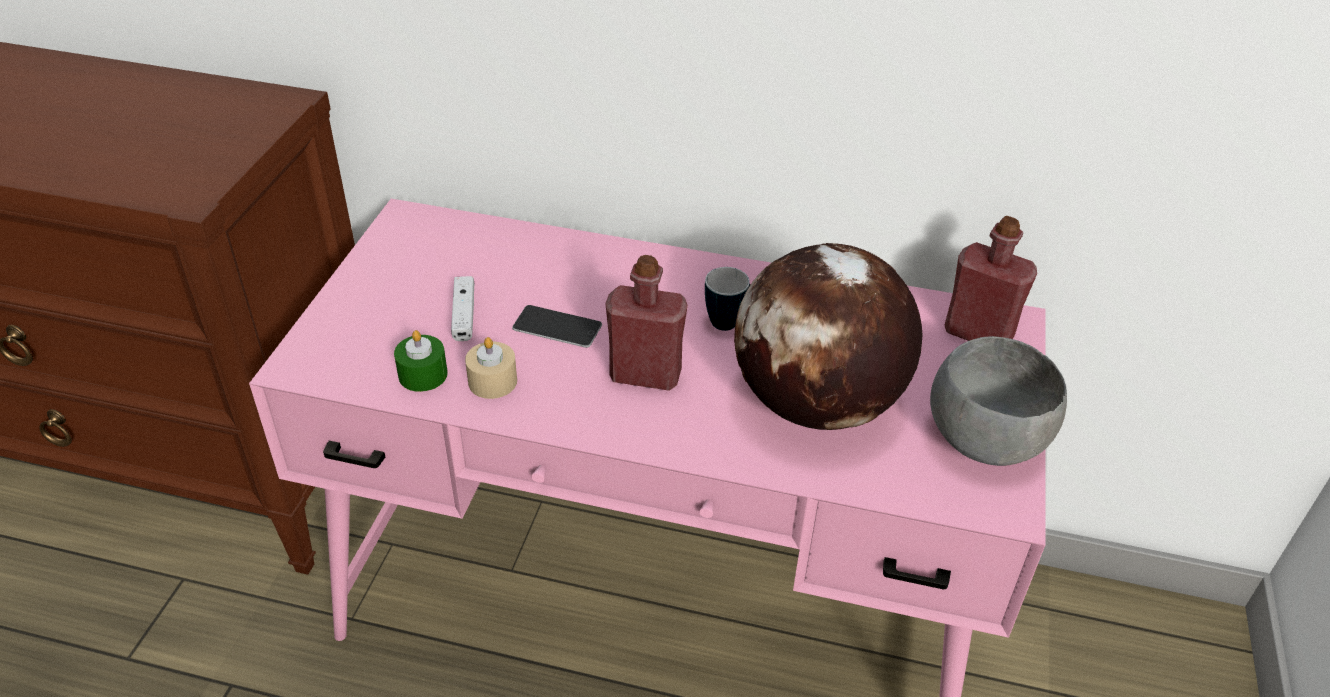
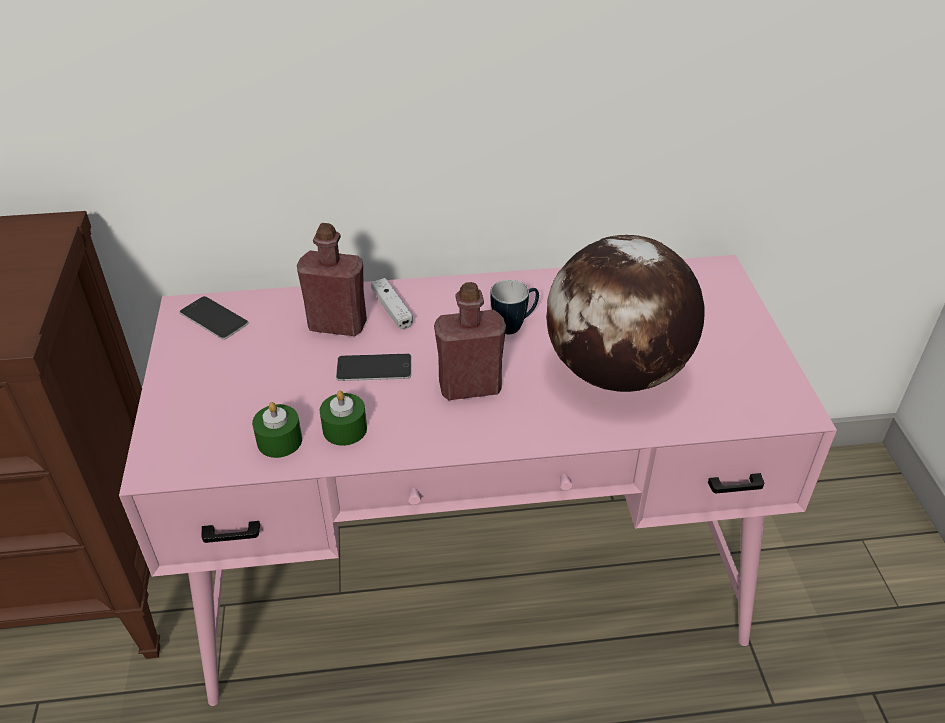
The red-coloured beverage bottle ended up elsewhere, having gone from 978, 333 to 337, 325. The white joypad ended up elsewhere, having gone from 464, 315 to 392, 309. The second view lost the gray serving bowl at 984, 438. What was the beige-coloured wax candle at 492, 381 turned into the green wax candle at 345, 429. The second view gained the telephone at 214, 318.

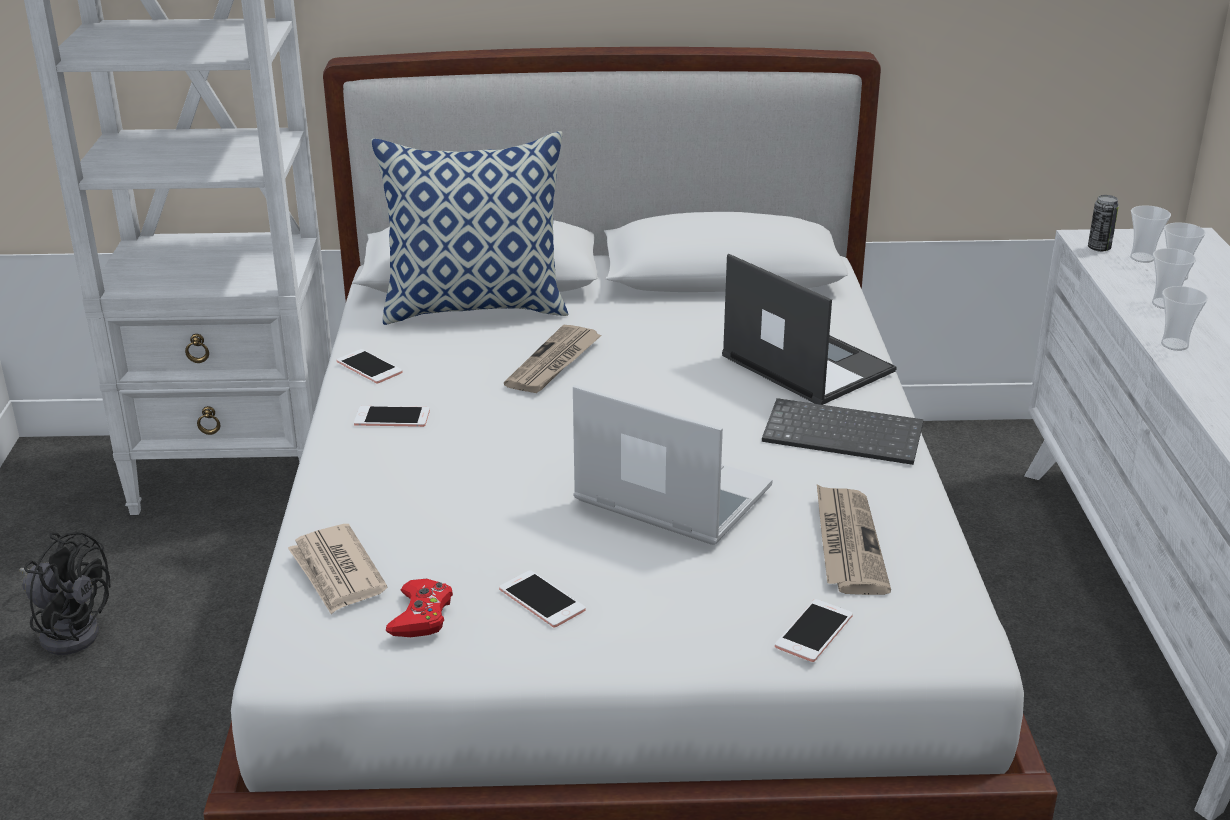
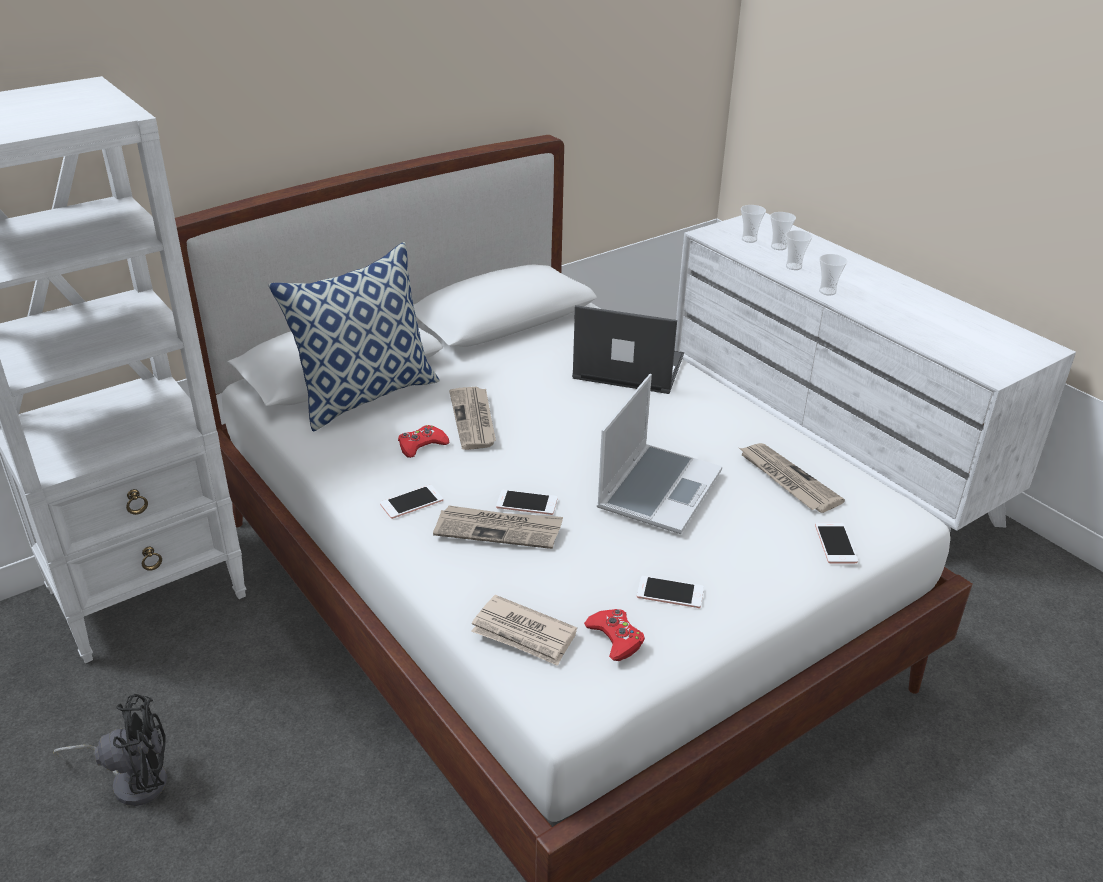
The second view lost the metal can at 1099, 248. The telephone ended up elsewhere, having gone from 369, 367 to 527, 503. The portable computer at 669, 496 ended up facing another way, 120 degrees clockwise from before. The second view lost the computer keyboard at 845, 434. The second view gained the red-coloured joypad at 422, 445. The second view gained the newspaper at 499, 529.

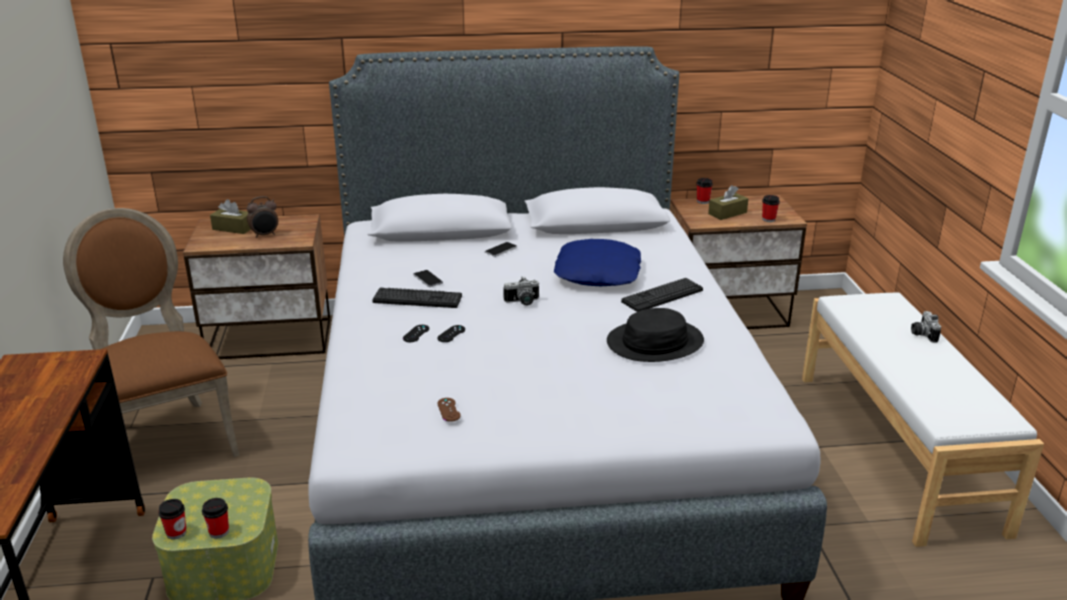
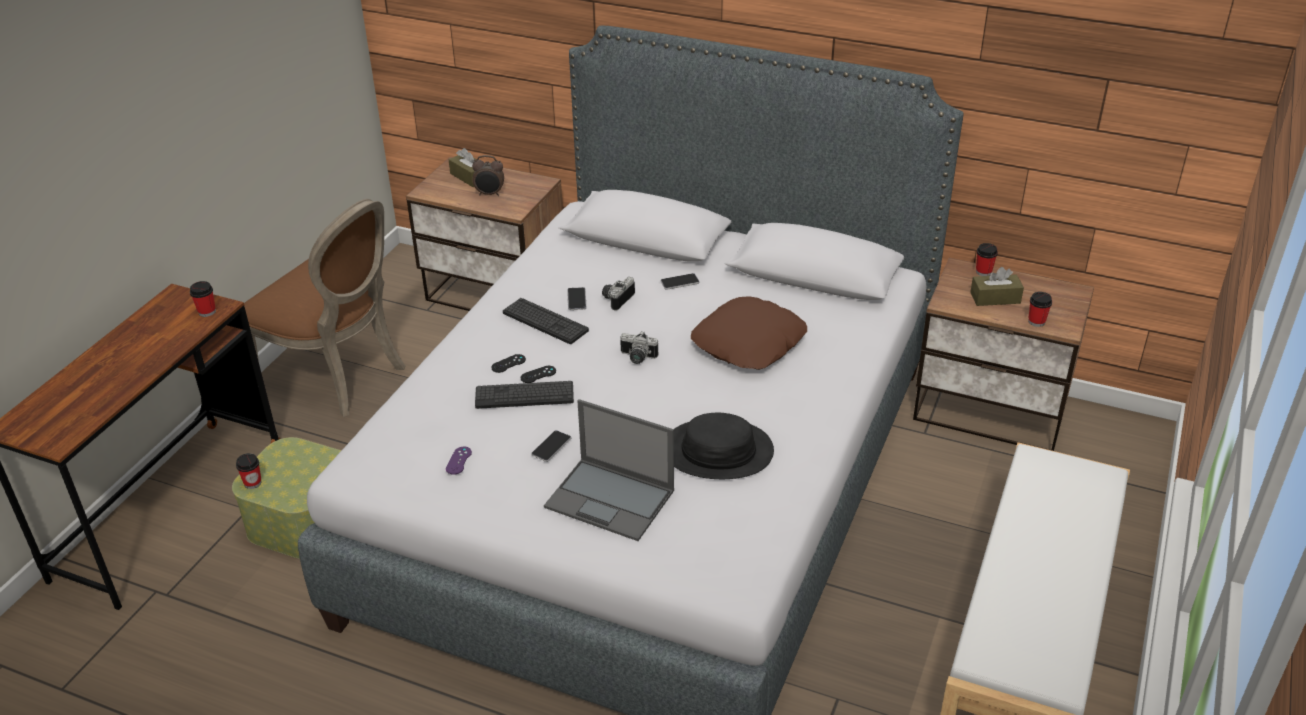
The brown chair at 163, 439 ended up facing another way, 120 degrees clockwise from before. What was the bluish cushion at 598, 273 turned into the brown cushion at 749, 343. The computer keyboard ended up elsewhere, having gone from 662, 296 to 524, 396. The still camera ended up elsewhere, having gone from 922, 334 to 616, 299. What was the brown joypad at 448, 410 turned into the purple joypad at 458, 460. The cup ended up elsewhere, having gone from 219, 532 to 207, 312. The second view gained the portable computer at 611, 499. The second view gained the telephone at 551, 447.

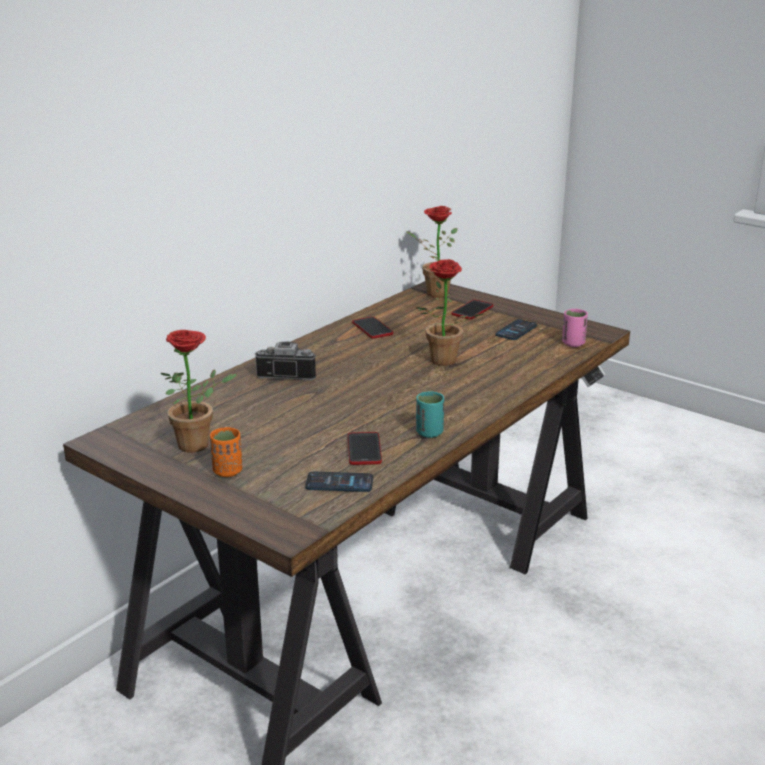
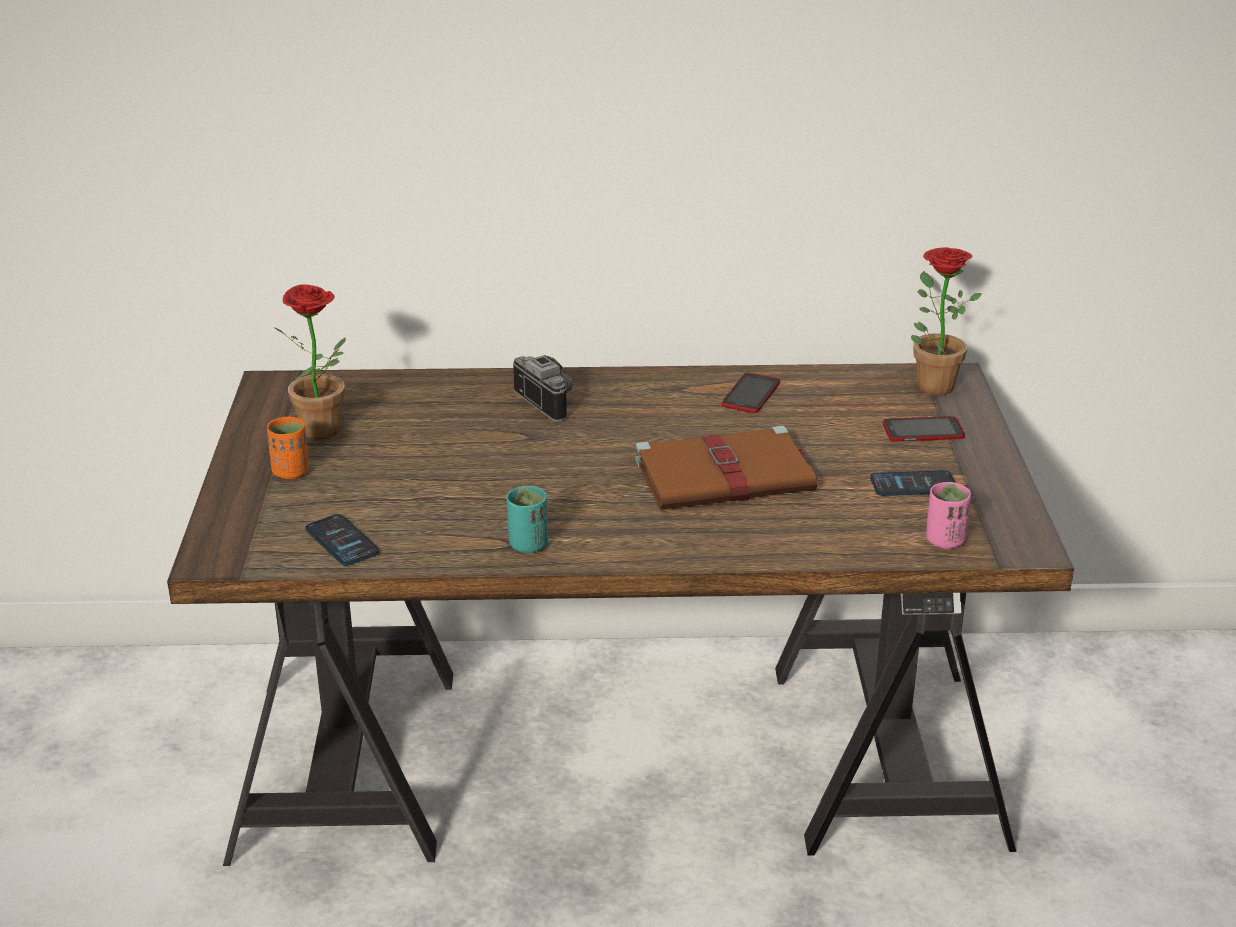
Where the plant in a pot stood at 441, 362, the brown bound book came to stand at 727, 475. The second view lost the telephone at 364, 449.

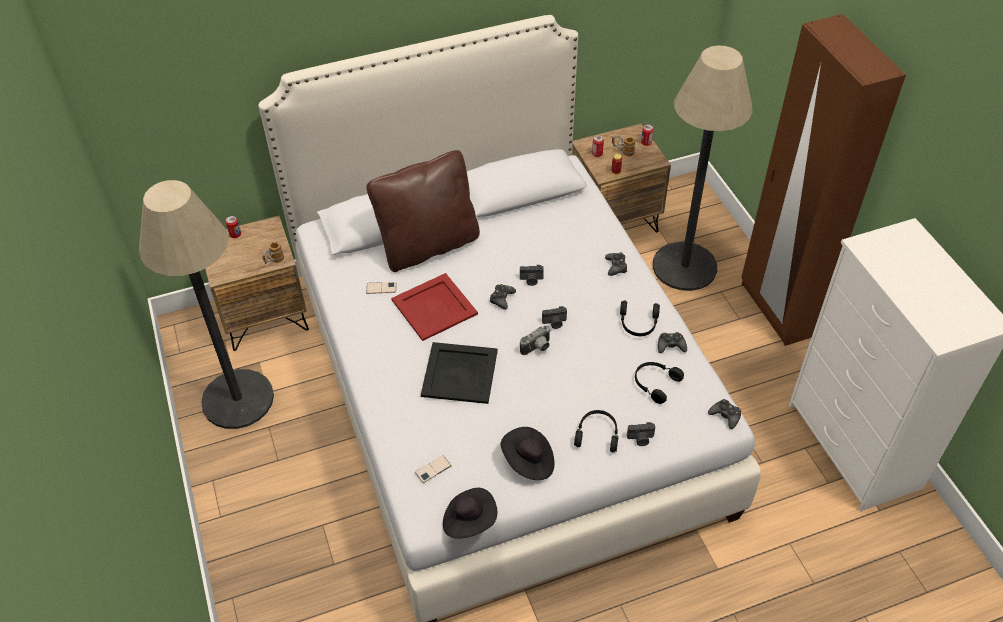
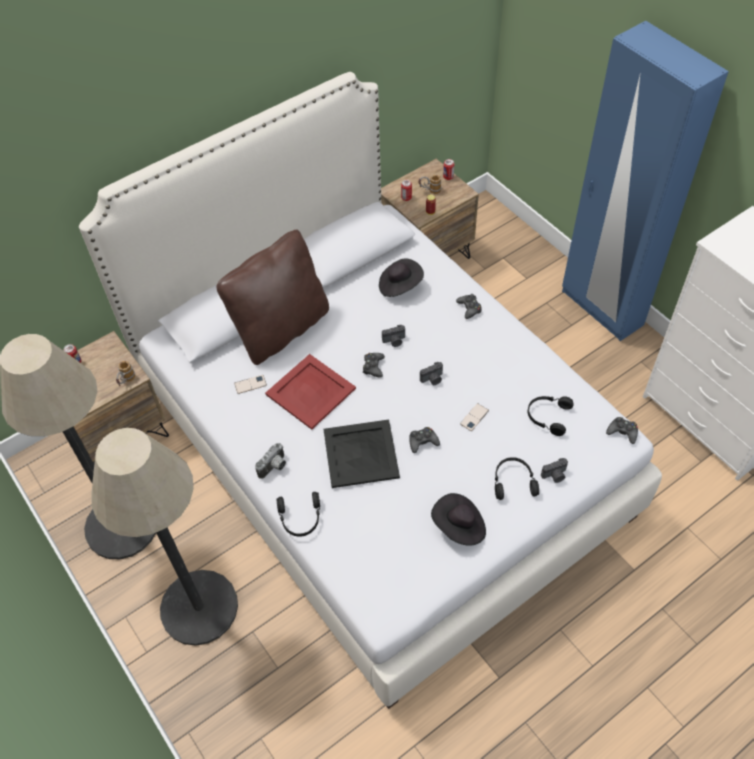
What was the brown armoire at 776, 310 turned into the bluish armoire at 601, 308. The floor lamp ended up elsewhere, having gone from 684, 267 to 199, 607. The blackish headset ended up elsewhere, having gone from 638, 324 to 300, 518. The still camera ended up elsewhere, having gone from 537, 348 to 274, 467. The blackish joypad ended up elsewhere, having gone from 671, 346 to 423, 442. The telephone ended up elsewhere, having gone from 433, 469 to 474, 417. The blackish hat ended up elsewhere, having gone from 469, 520 to 399, 286.

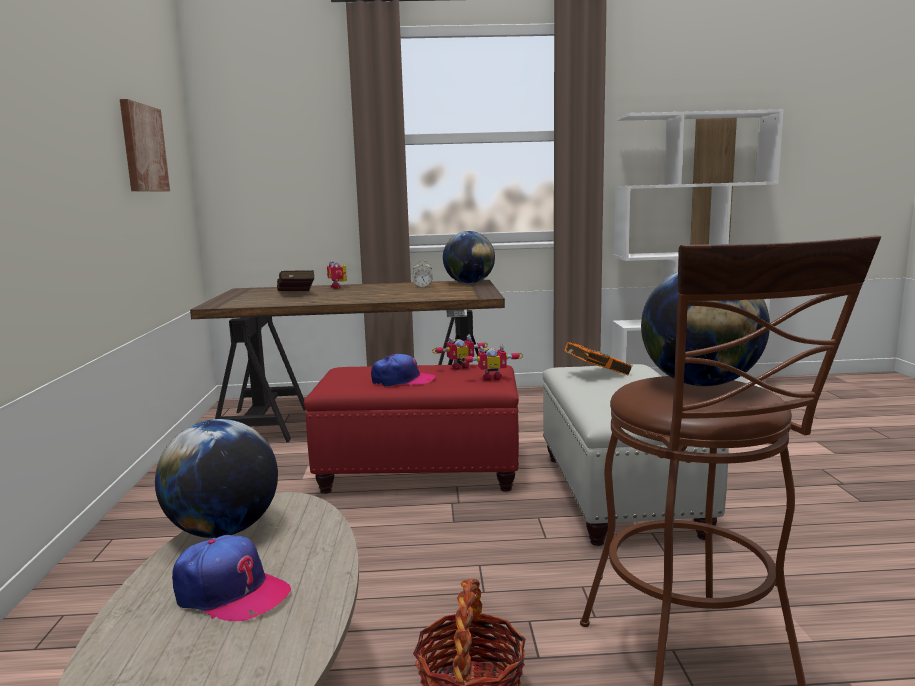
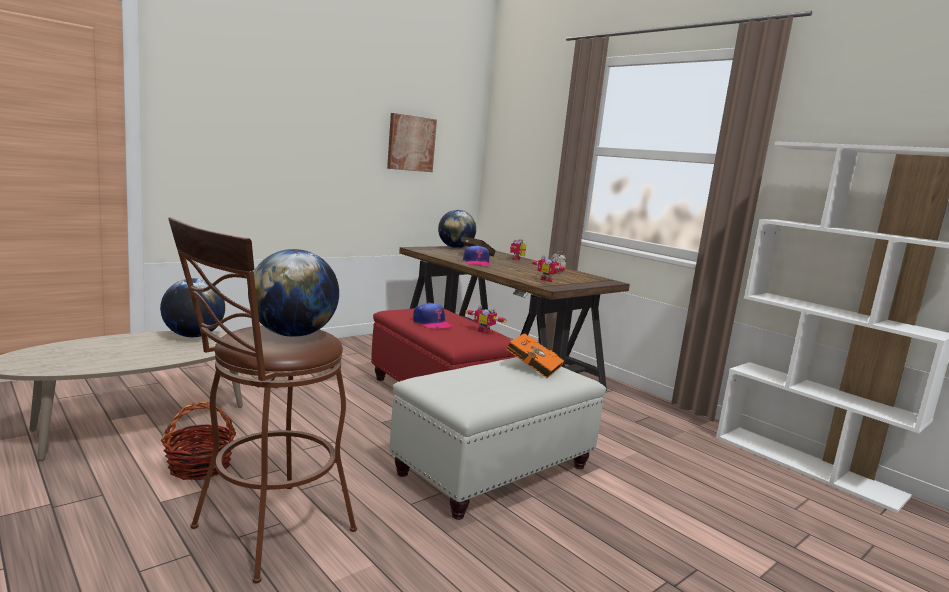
The world globe ended up elsewhere, having gone from 469, 283 to 455, 248. The model robot ended up elsewhere, having gone from 491, 378 to 547, 280. The cap ended up elsewhere, having gone from 230, 592 to 476, 263.

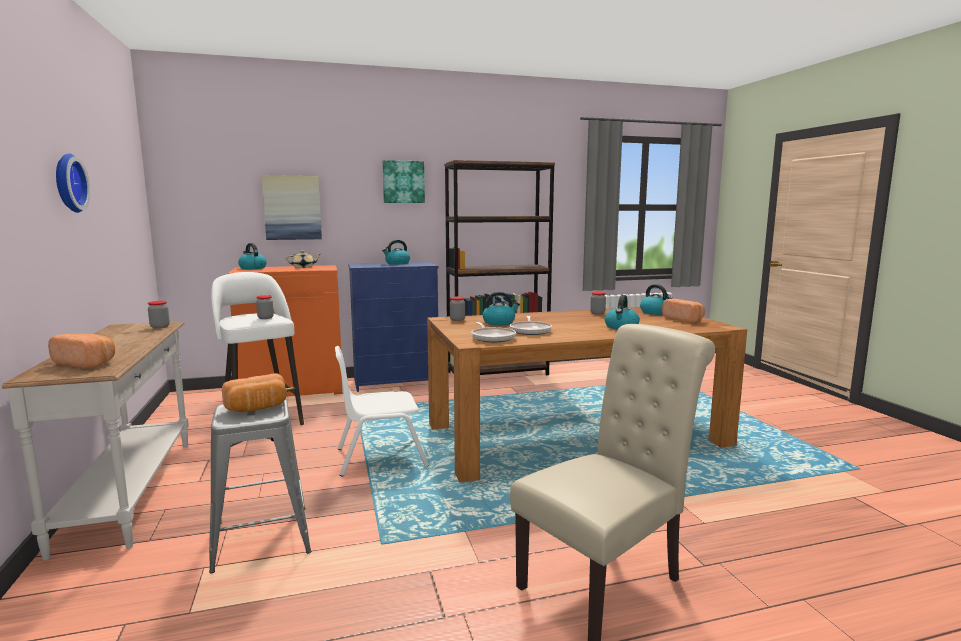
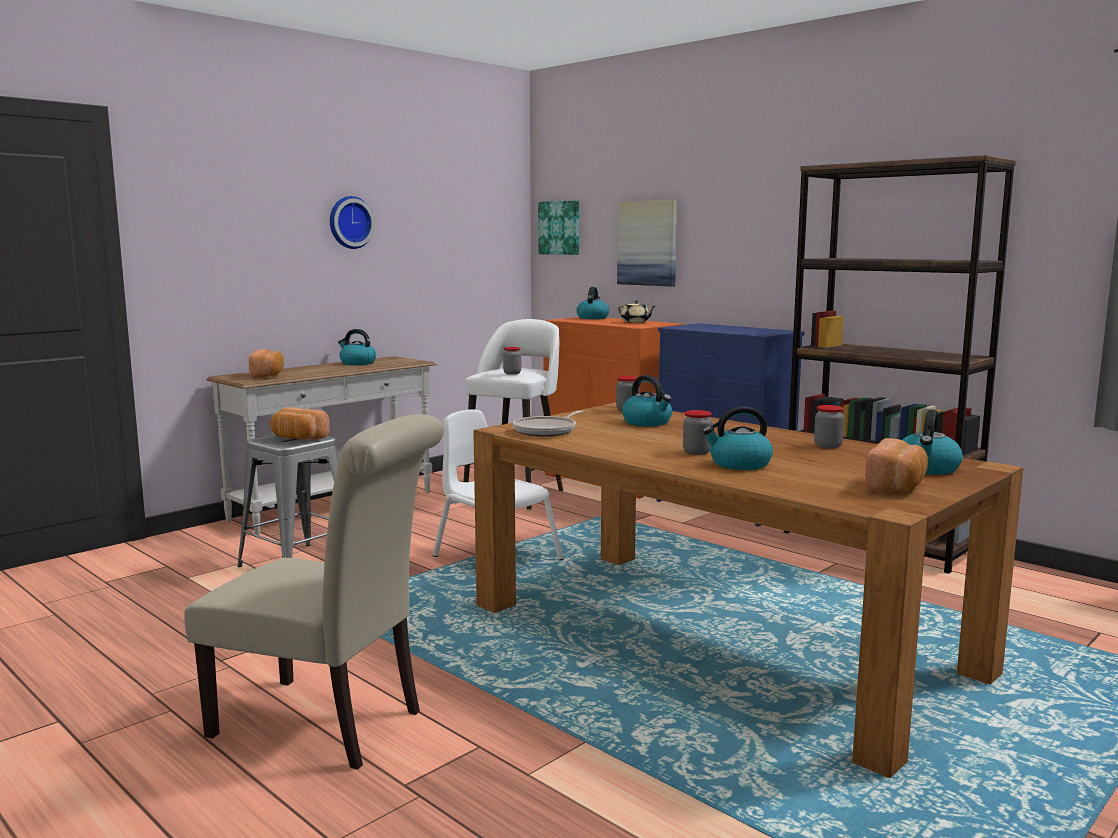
The picture ended up elsewhere, having gone from 403, 182 to 560, 228. The tea kettle ended up elsewhere, having gone from 397, 263 to 357, 363. The jar ended up elsewhere, having gone from 160, 327 to 696, 452. The second view lost the pan at 530, 331.

